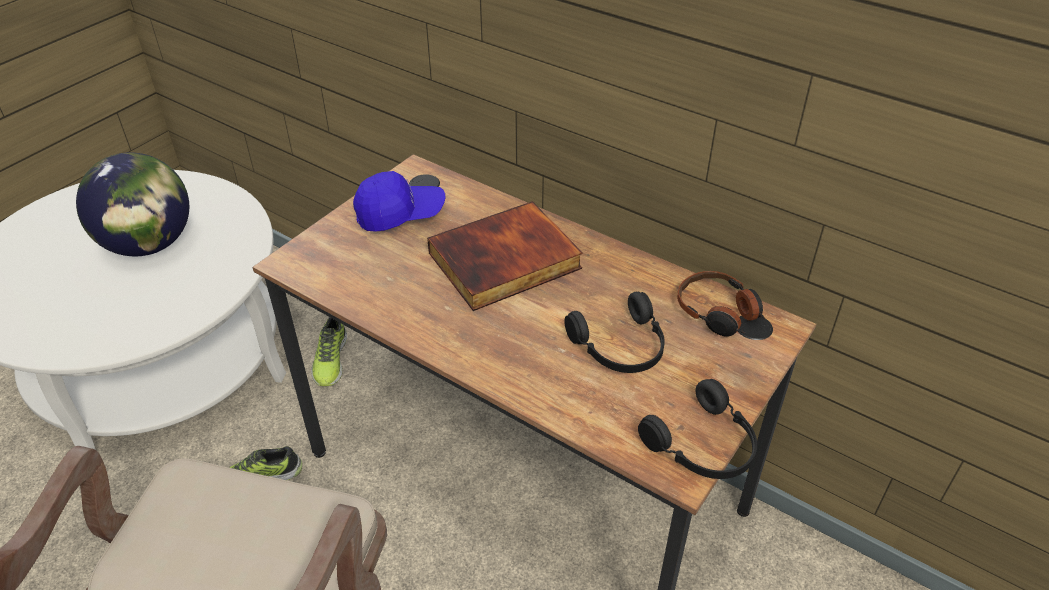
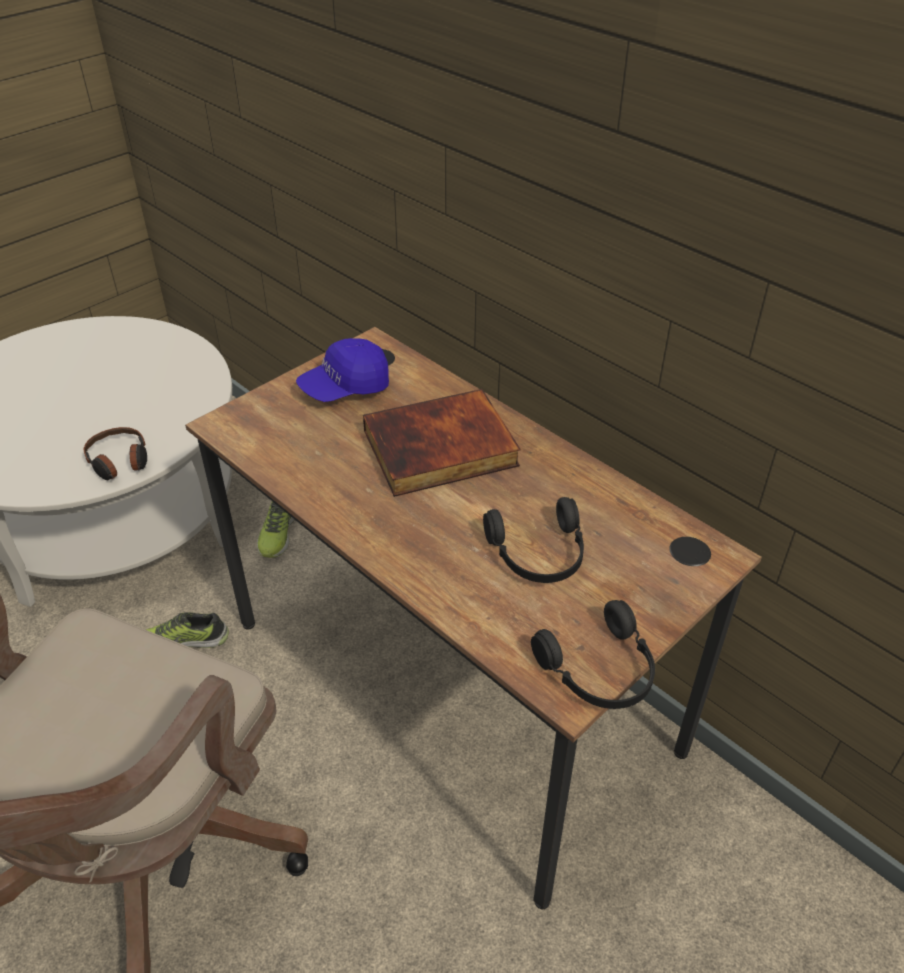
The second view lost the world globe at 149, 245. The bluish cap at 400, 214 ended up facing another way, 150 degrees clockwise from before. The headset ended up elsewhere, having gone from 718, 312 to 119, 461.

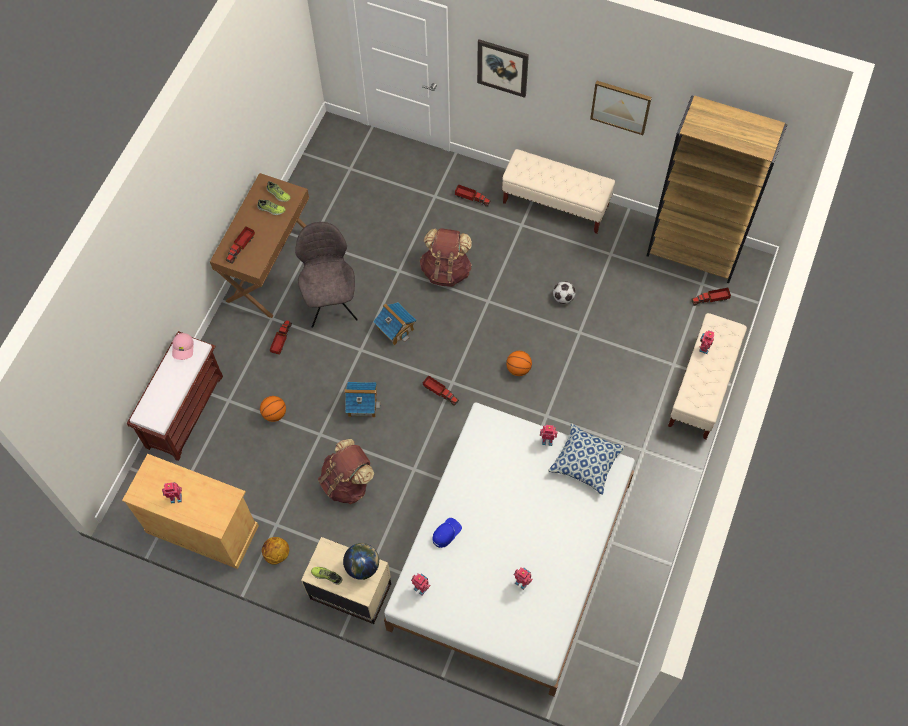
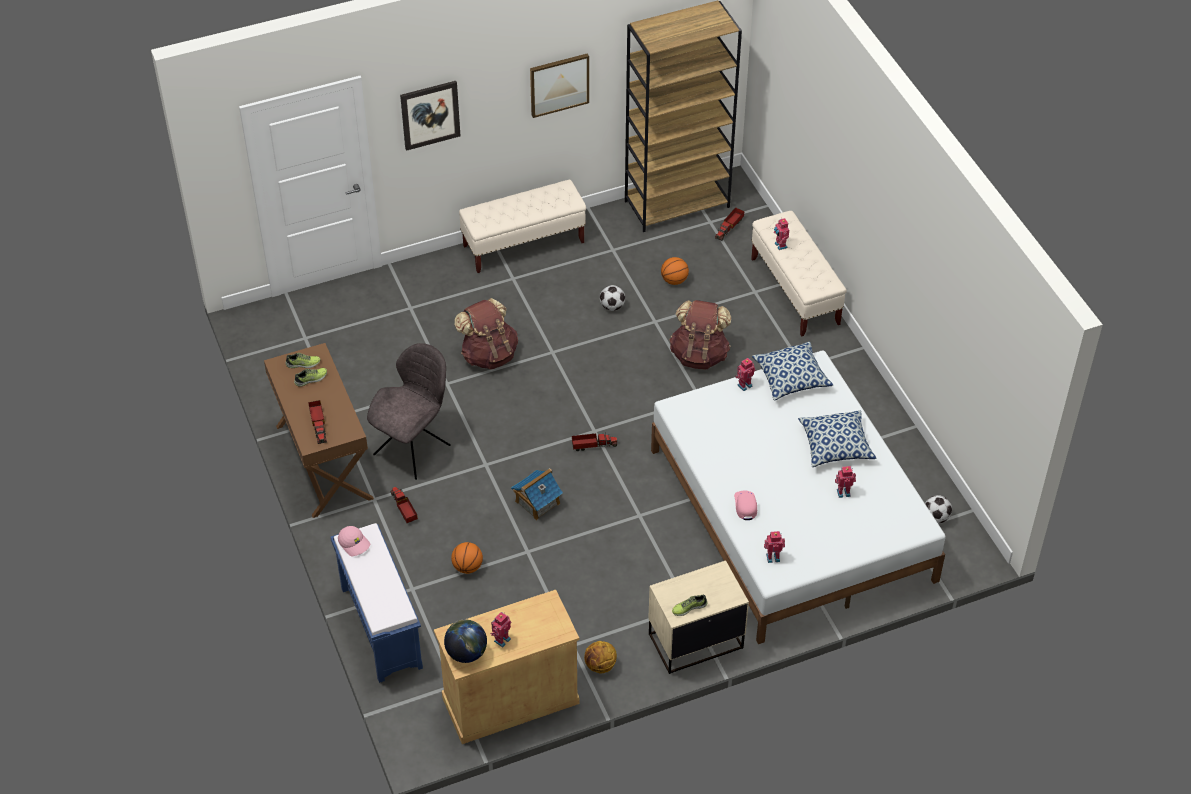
The second view lost the model truck at 471, 198. The gray chair at 331, 302 ended up facing another way, 90 degrees clockwise from before. The second view lost the toy house at 395, 328. What was the brown indoor bench at 185, 410 turned into the bluish indoor bench at 380, 626. The basketball ball ended up elsewhere, having gone from 518, 369 to 674, 280. The brown knapsack ended up elsewhere, having gone from 347, 482 to 699, 355. What was the bluish cap at 446, 533 turned into the pinkish cap at 745, 505. The world globe ended up elsewhere, having gone from 362, 566 to 466, 653. The second view gained the cushion at 835, 446. The second view gained the football at 936, 517.

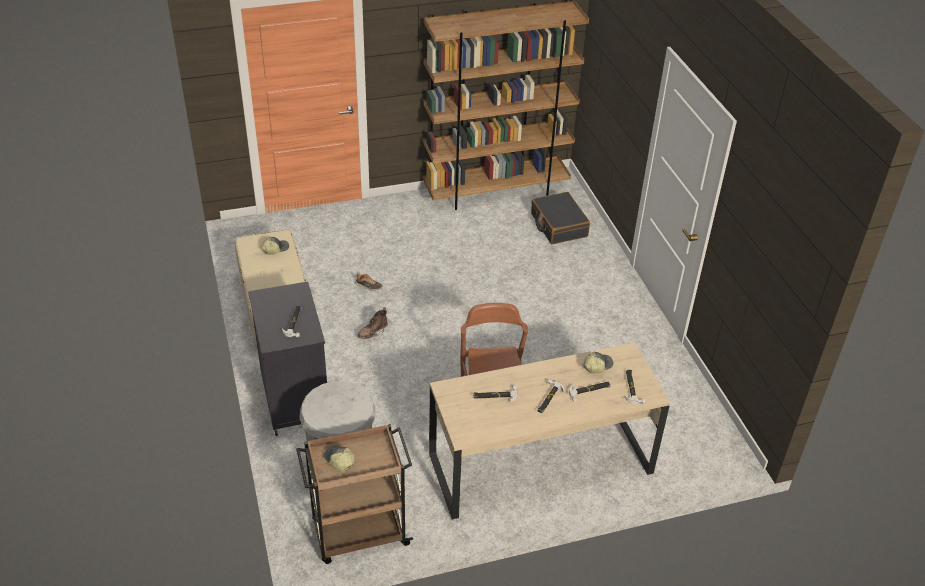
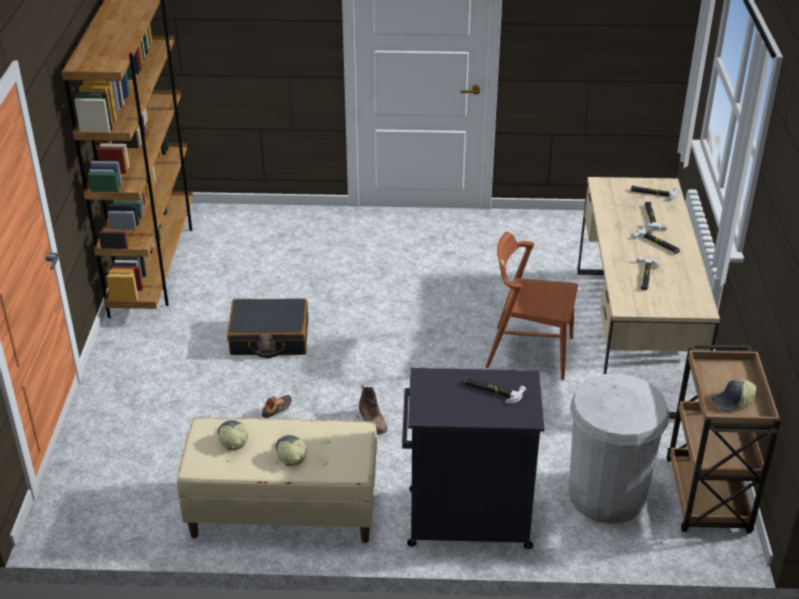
The blackish suitcase ended up elsewhere, having gone from 558, 225 to 269, 338. The cap ended up elsewhere, having gone from 597, 365 to 290, 453.

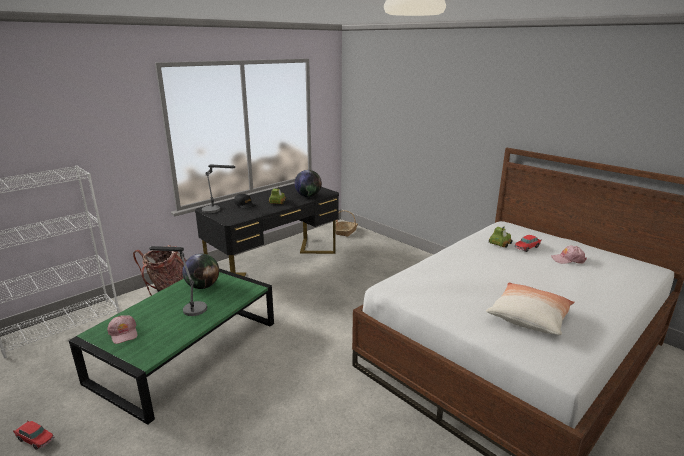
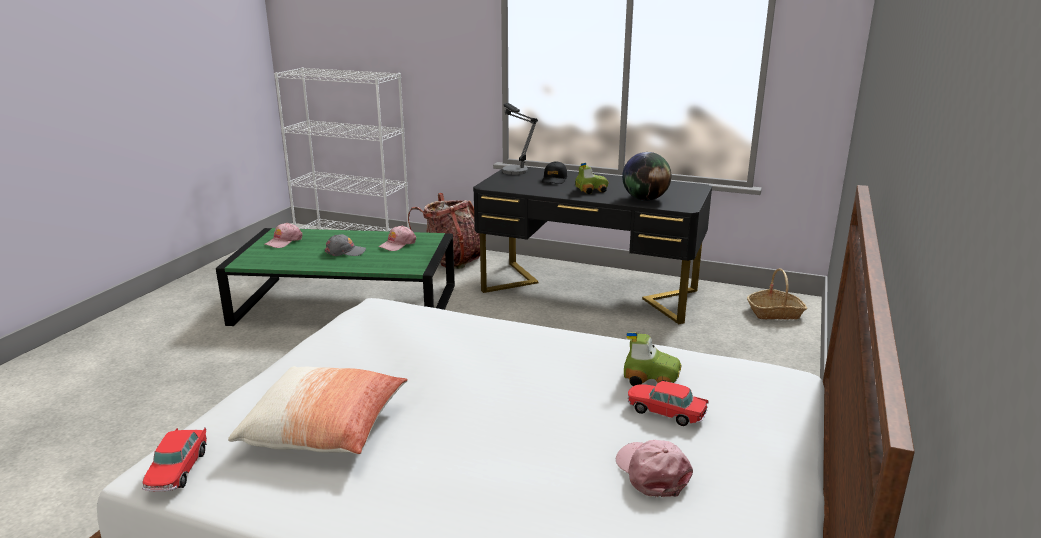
Where the tabletop lamp stood at 188, 308, the gray cap came to stand at 345, 251. Where the world globe stood at 203, 286, the pinkish cap came to stand at 397, 244. The model car ended up elsewhere, having gone from 35, 439 to 178, 470.

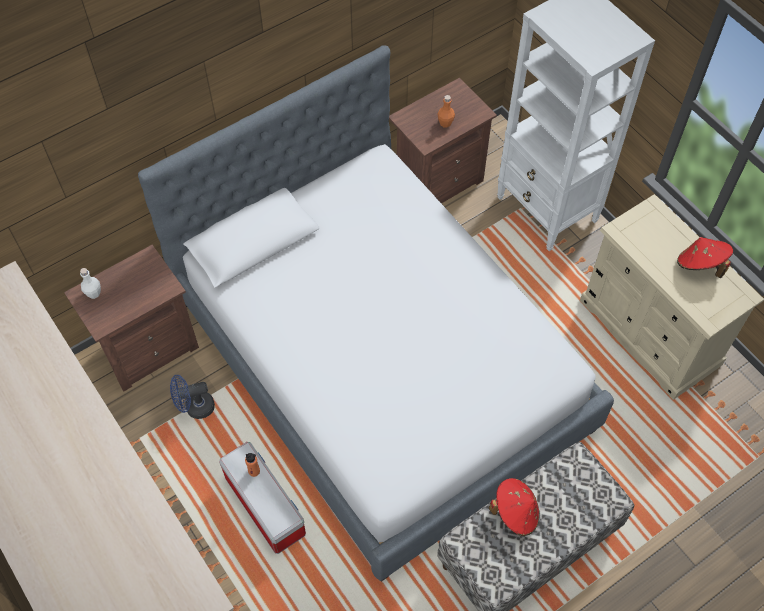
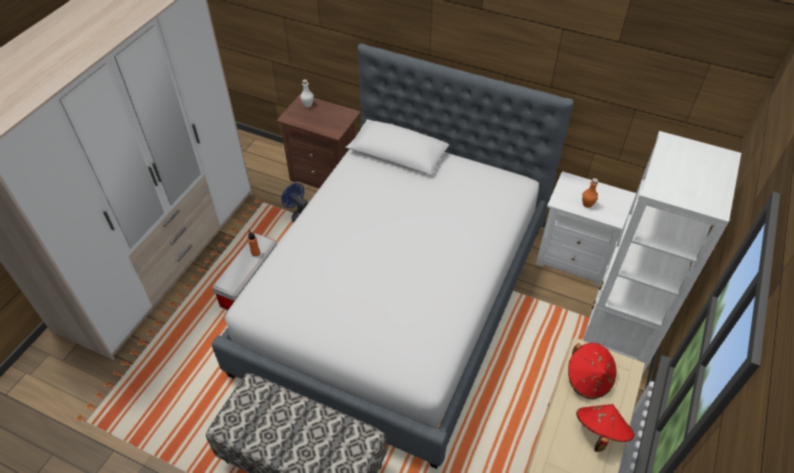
What was the brown bedside table at 437, 181 turned into the white bedside table at 574, 259. The red-coloured hat ended up elsewhere, having gone from 515, 512 to 588, 379.

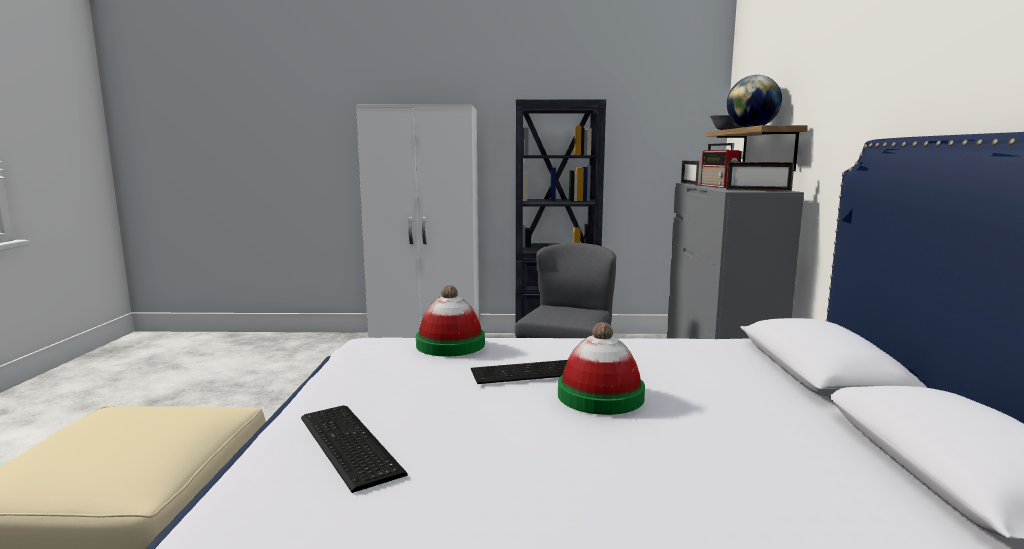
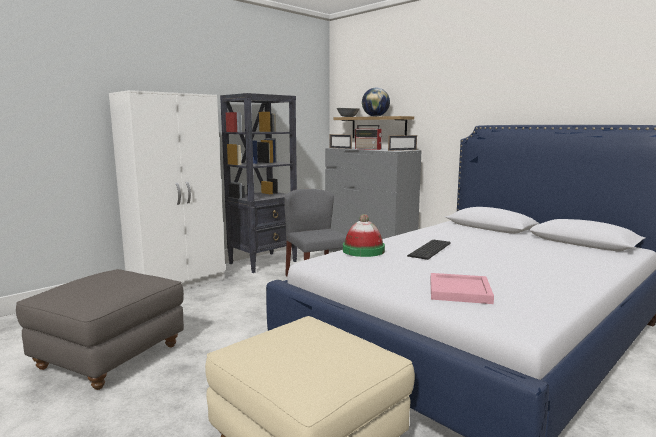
The second view lost the hat at 600, 396. Where the computer keyboard stood at 346, 446, the pinkish carrying tray came to stand at 460, 291. The second view gained the gray footrest at 110, 356.

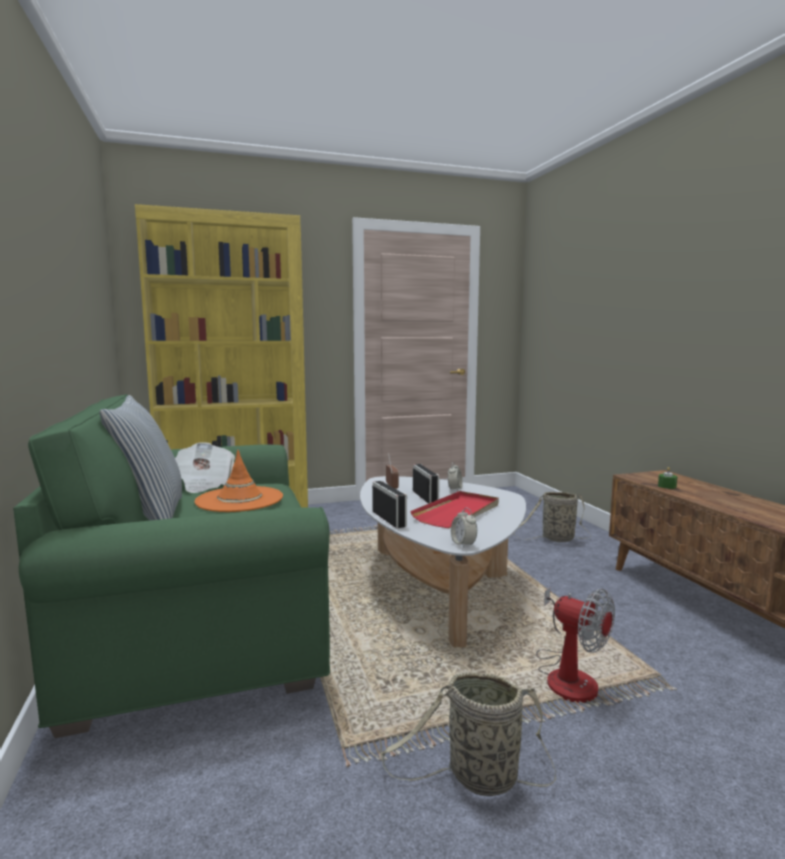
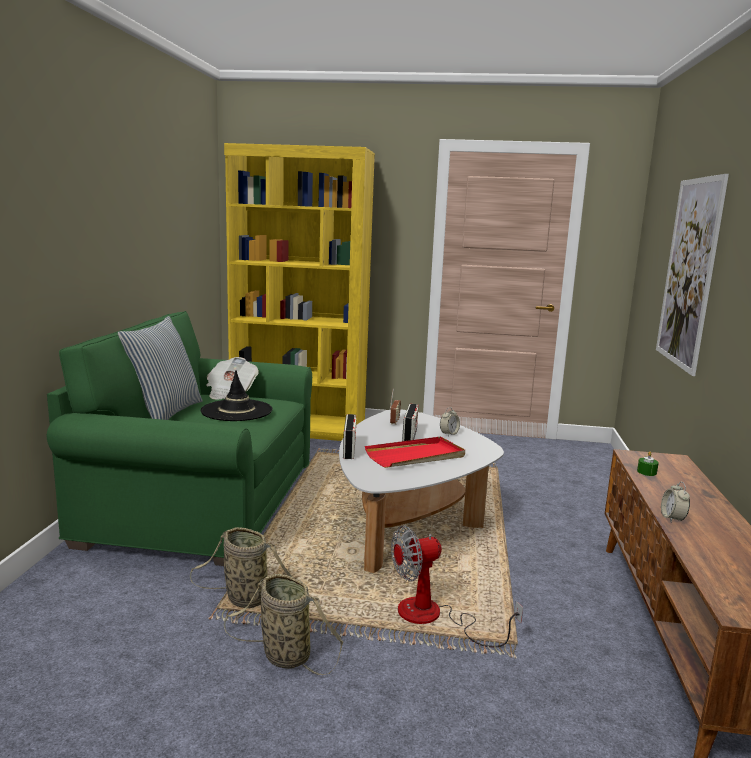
What was the orangey hat at 239, 499 turned into the blackish hat at 237, 411. The household basket ended up elsewhere, having gone from 555, 539 to 244, 598. The bedside clock ended up elsewhere, having gone from 463, 544 to 672, 518. The cooling fan at 567, 675 ended up facing another way, 90 degrees clockwise from before. The second view gained the picture at 689, 273.

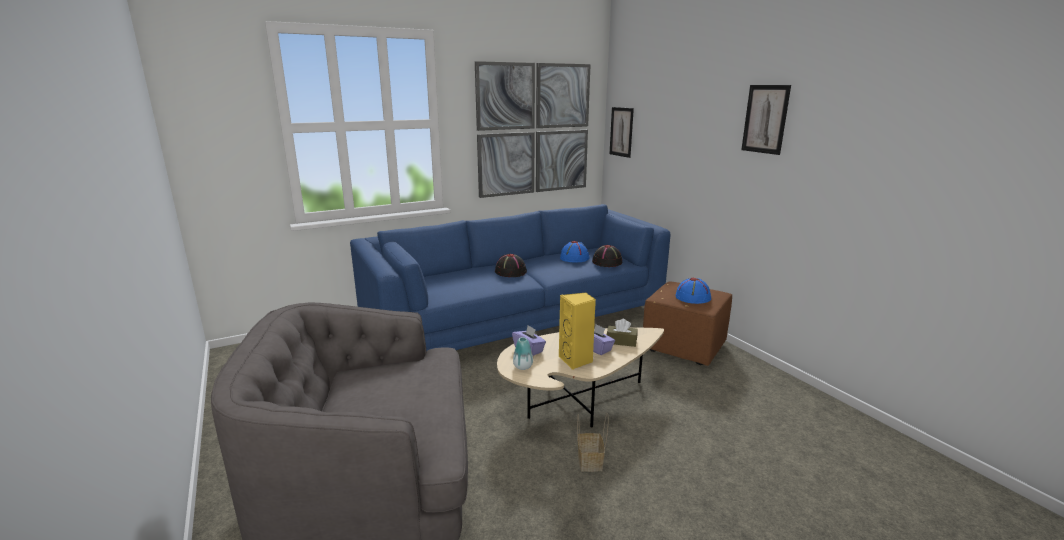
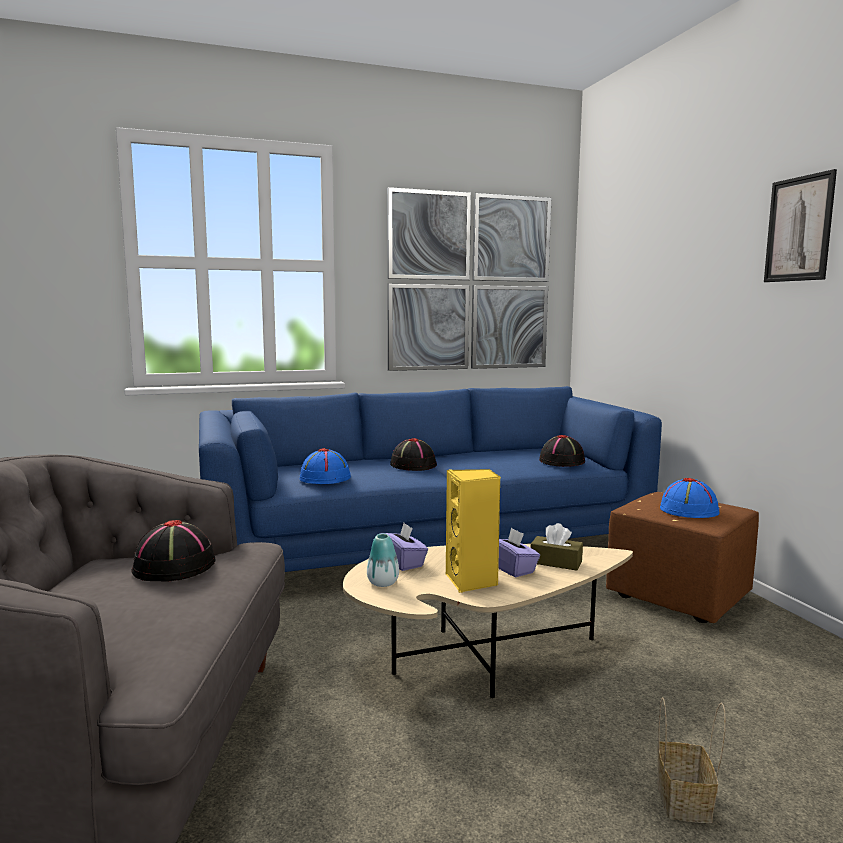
The second view lost the picture at 621, 132. The bluish hat ended up elsewhere, having gone from 574, 258 to 325, 478. The household basket ended up elsewhere, having gone from 590, 462 to 685, 802. The second view gained the blackish hat at 174, 567.

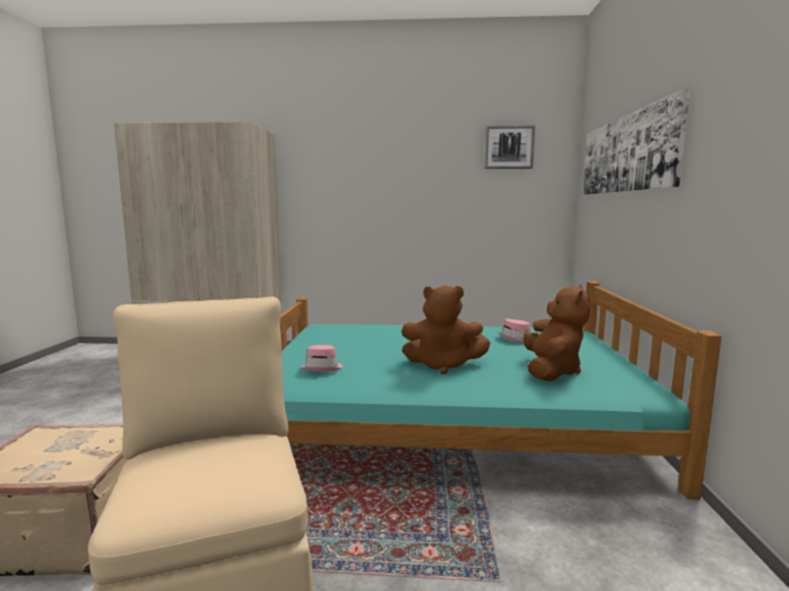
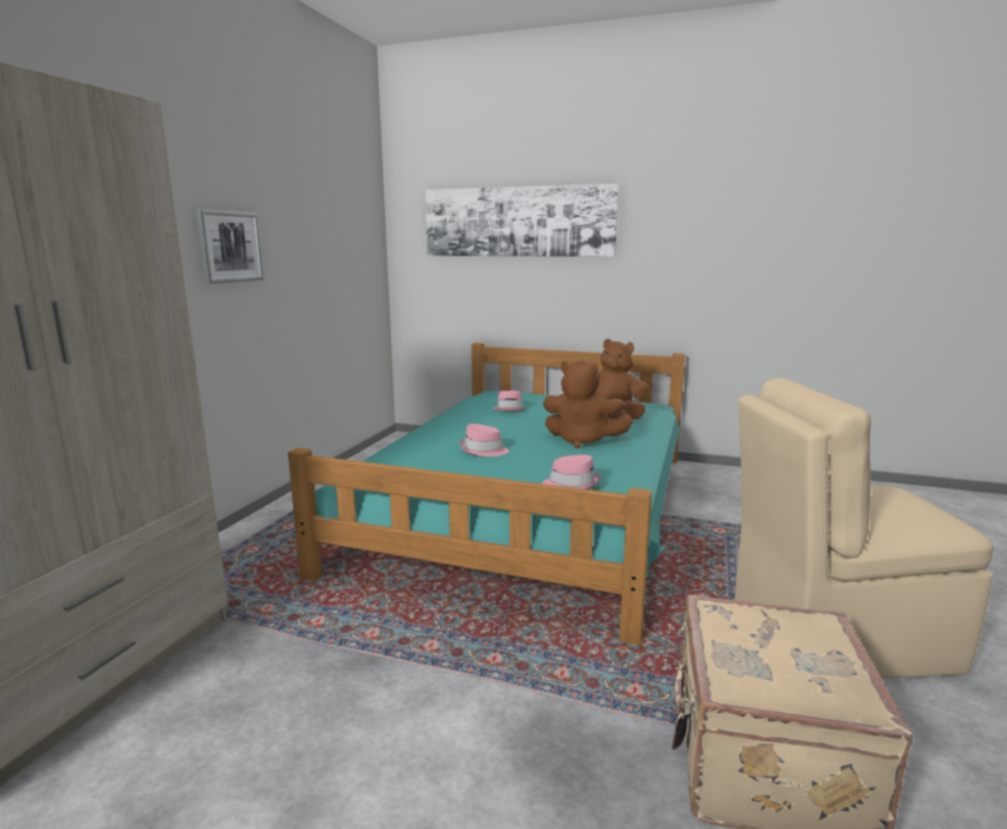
The picture ended up elsewhere, having gone from 509, 147 to 230, 246. The brown soft toy at 443, 366 ended up facing another way, 90 degrees clockwise from before. The second view gained the pinkish hat at 483, 450.

